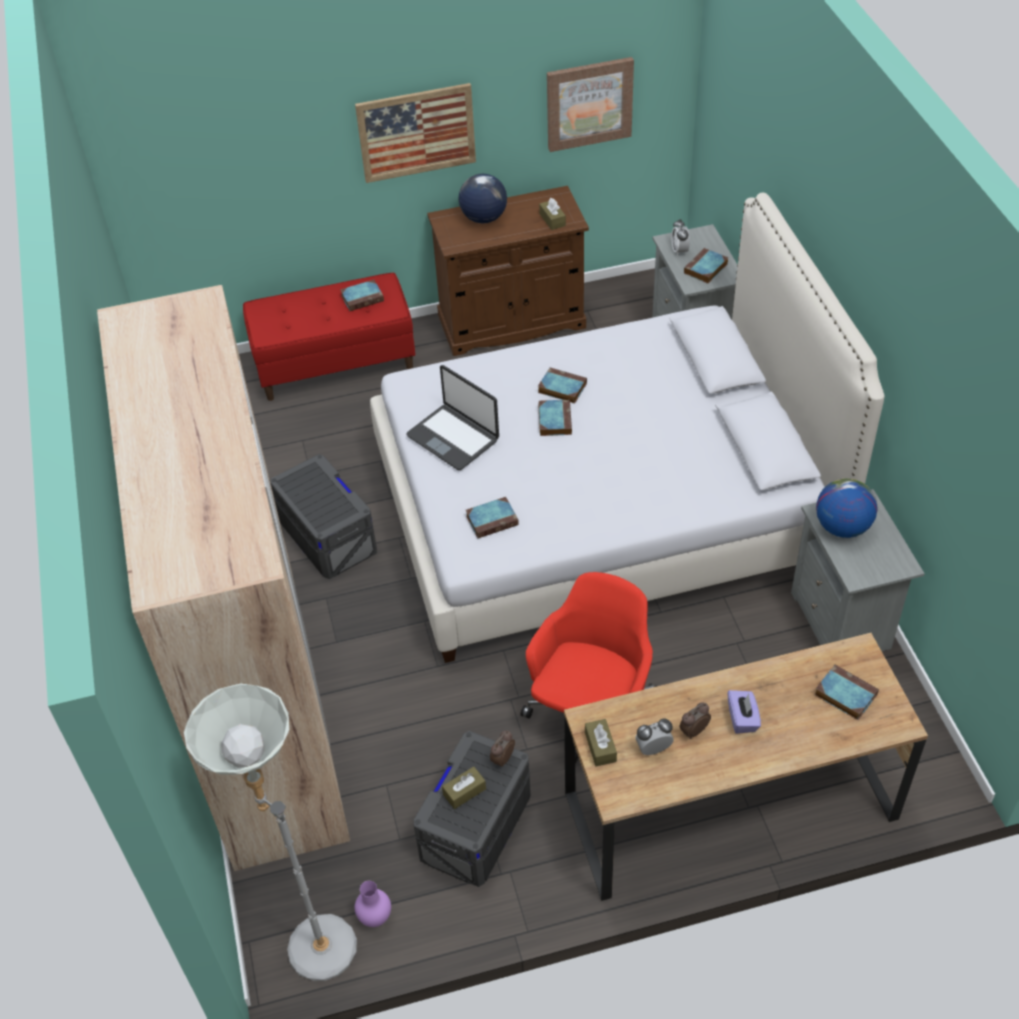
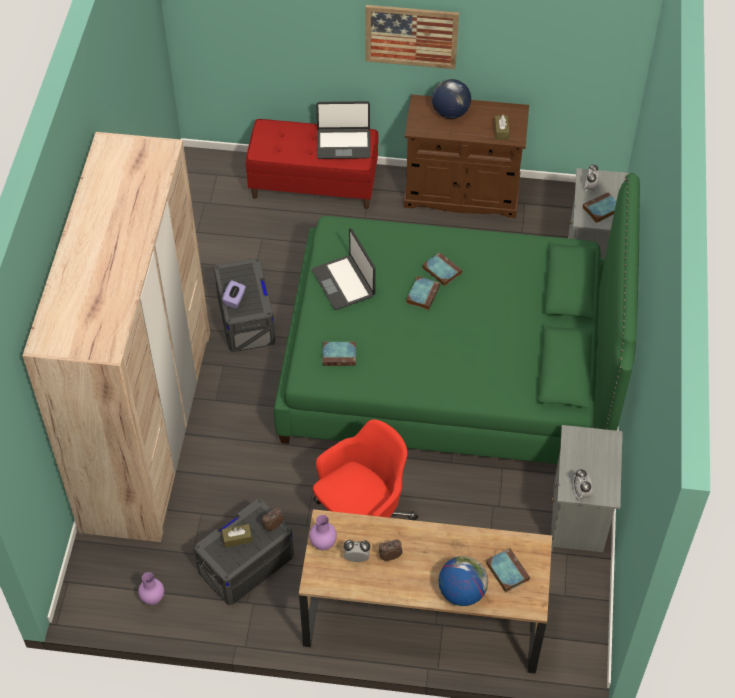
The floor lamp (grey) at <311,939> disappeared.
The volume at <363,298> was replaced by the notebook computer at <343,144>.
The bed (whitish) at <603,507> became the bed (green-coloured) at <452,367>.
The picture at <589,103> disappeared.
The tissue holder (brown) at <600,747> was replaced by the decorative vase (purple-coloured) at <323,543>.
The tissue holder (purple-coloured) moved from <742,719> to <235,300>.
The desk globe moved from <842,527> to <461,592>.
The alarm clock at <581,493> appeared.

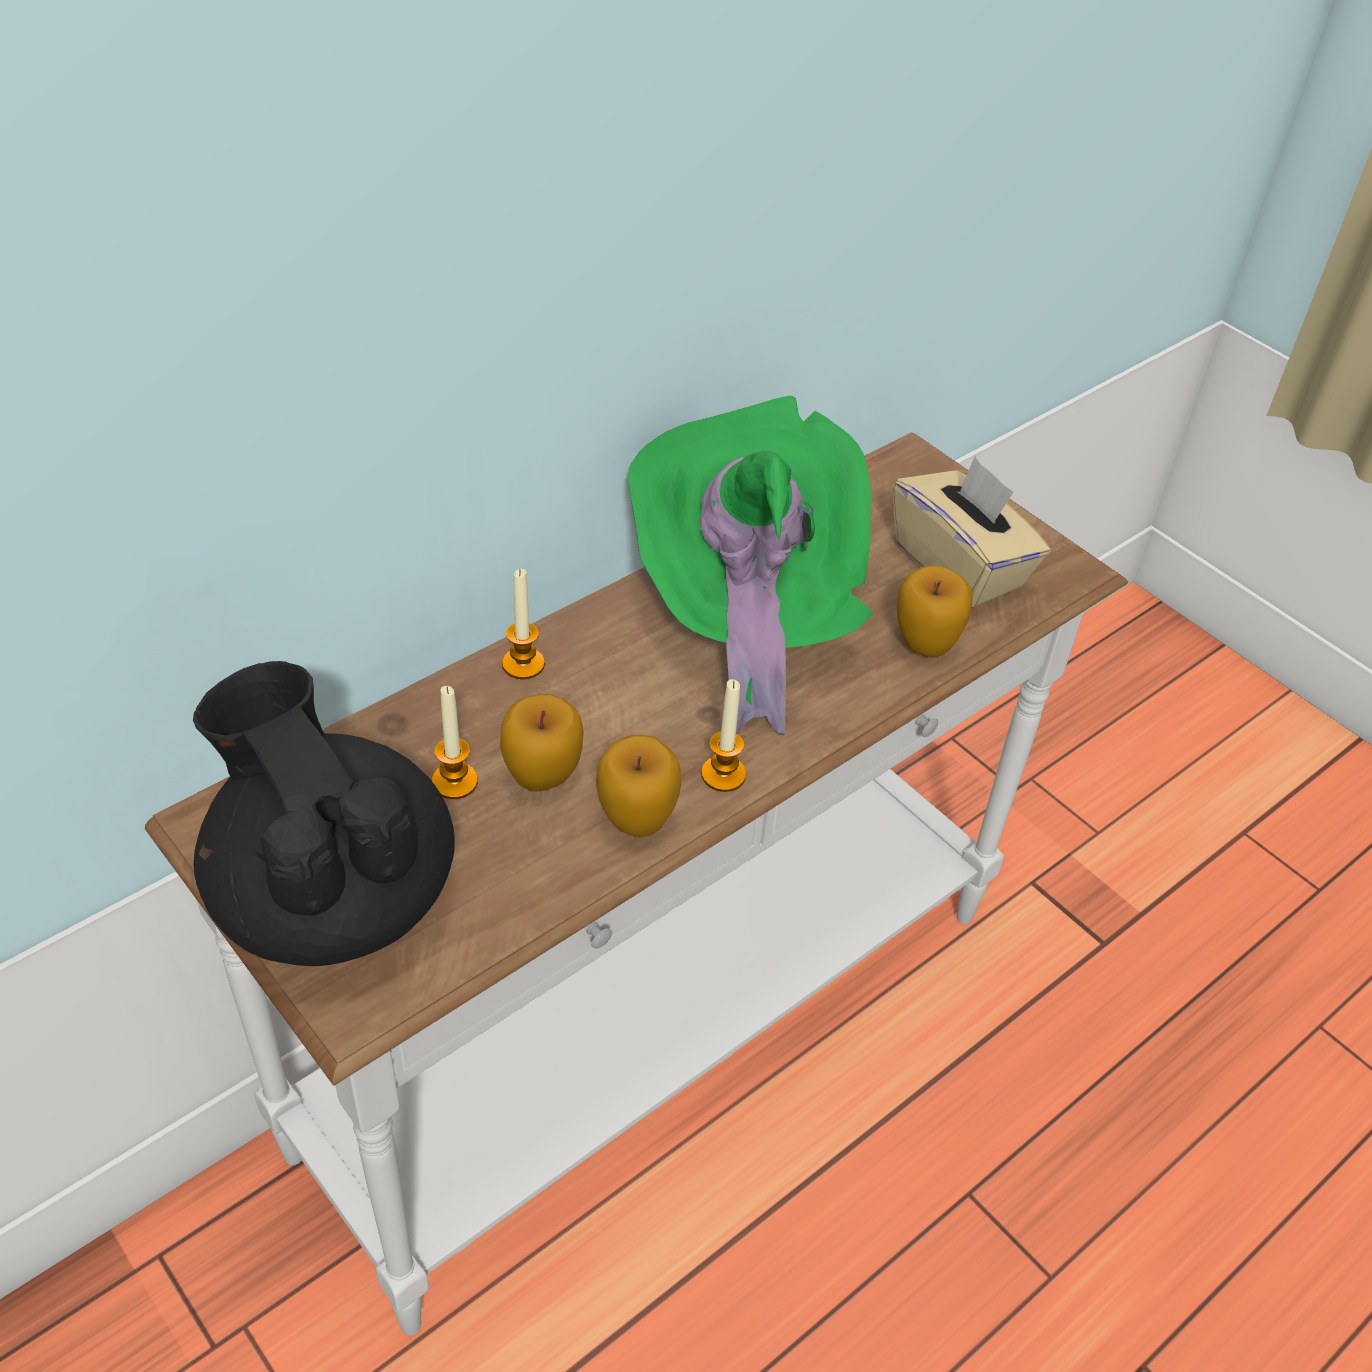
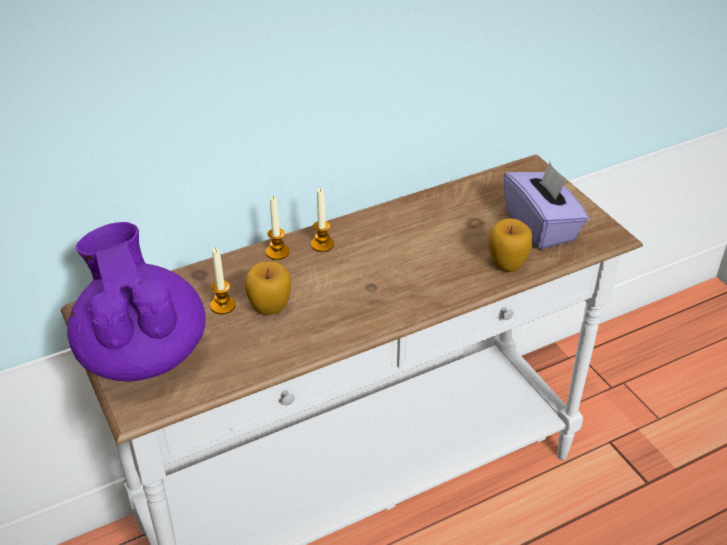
The tea pot (black) at <332,895> became the tea pot (purple-coloured) at <142,353>.
The apple at <636,819> disappeared.
The wearable hat (green-coloured) at <747,610> disappeared.
The candle moved from <723,774> to <322,244>.
The tissue holder (beige) at <960,566> became the tissue holder (purple-coloured) at <541,226>.

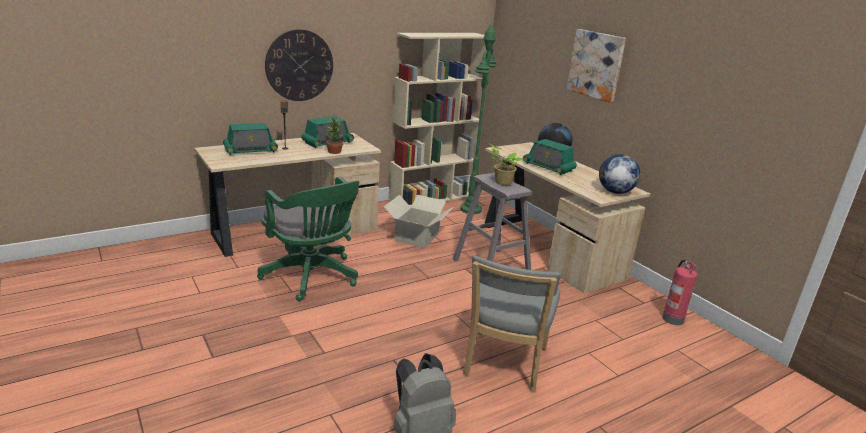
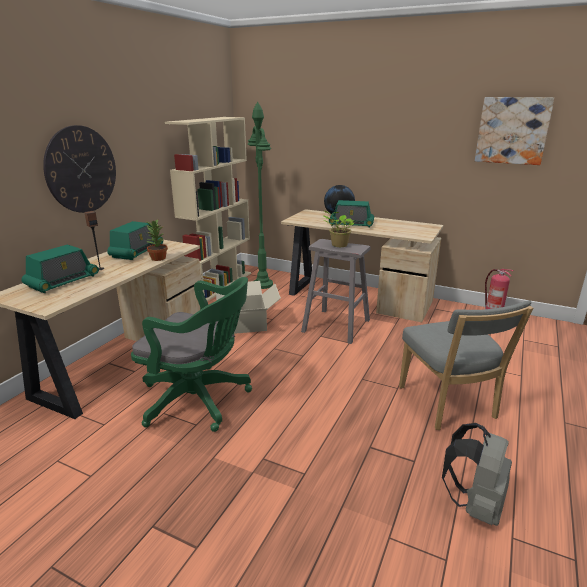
The picture moved from <596,65> to <512,130>.
The desk globe at <615,192> disappeared.

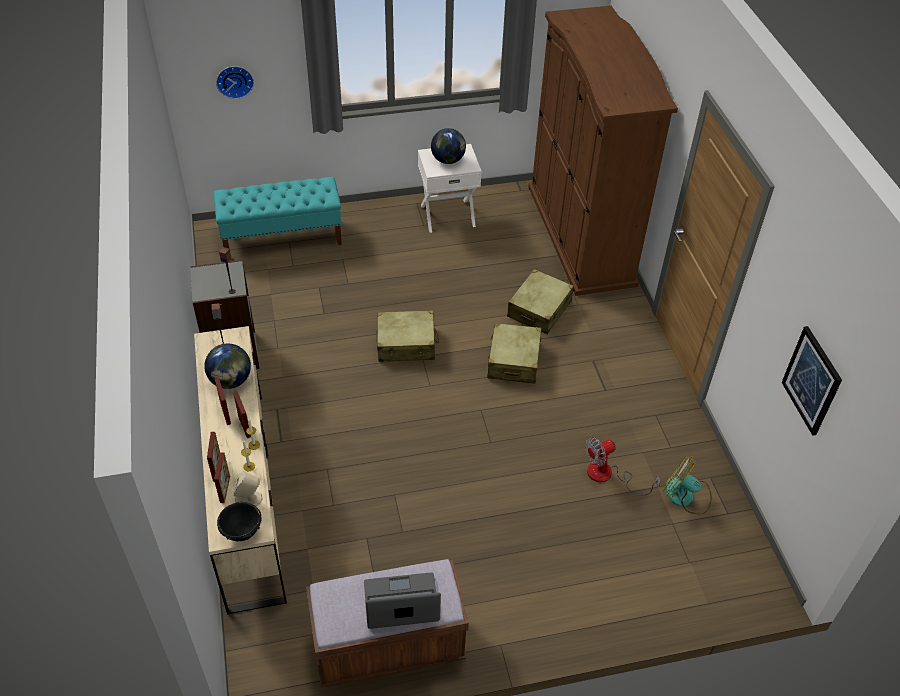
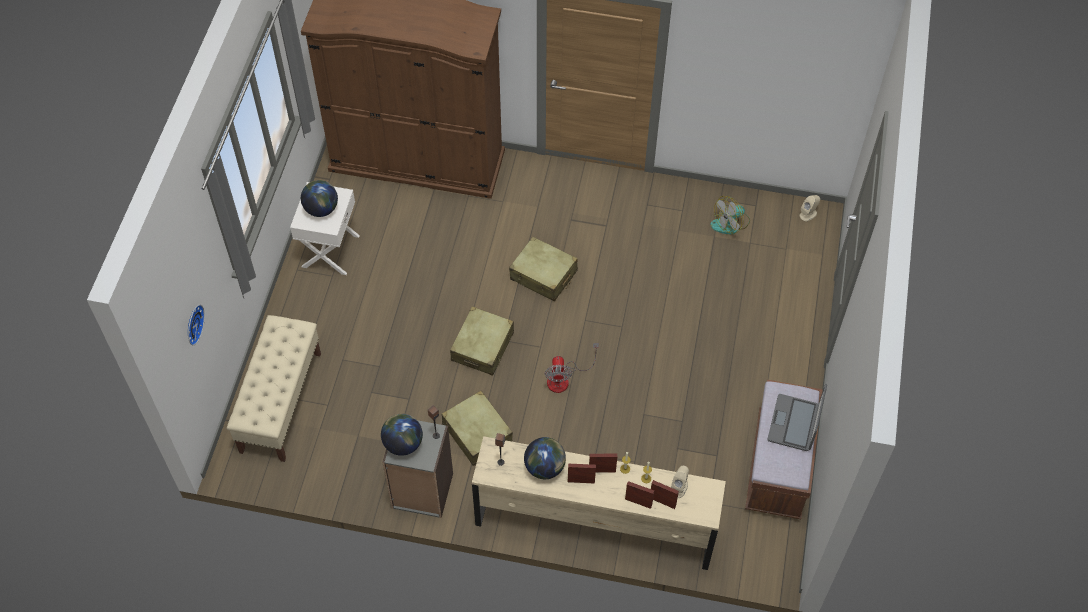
The indoor bench (turquoise-coloured) at <282,238> became the indoor bench (beige) at <281,402>.
The deep dish (black) at <241,532> disappeared.
The travel case (beige) moved from <539,309> to <477,433>.
The cooling fan moved from <608,476> to <564,378>.
The picture at <812,380> disappeared.
The desk globe at <403,443> appeared.
The loudspeaker (beige) at <808,214> appeared.

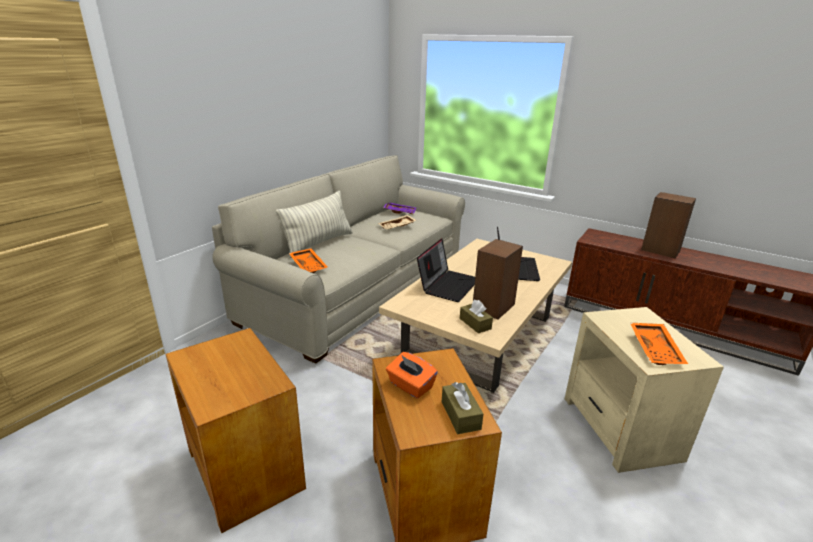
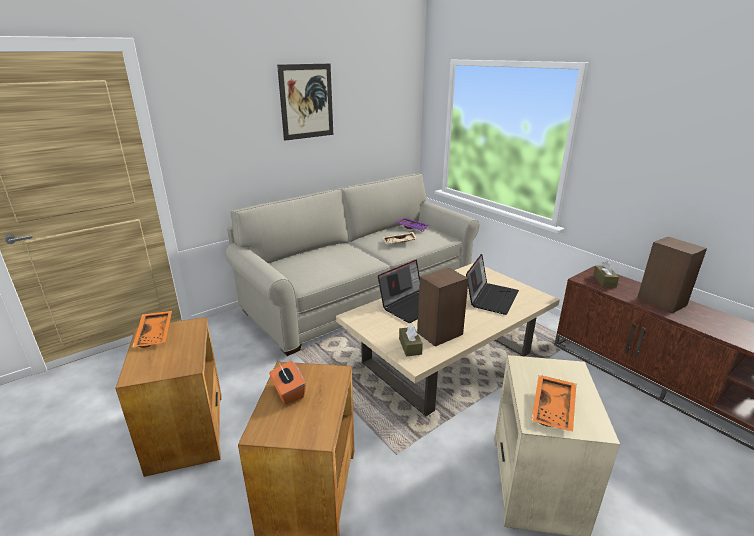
The throw pillow at <318,243> disappeared.
The carrying tray (orangey) moved from <309,265> to <156,334>.
The tissue holder (brown) moved from <460,415> to <604,281>.
The picture at <306,101> appeared.

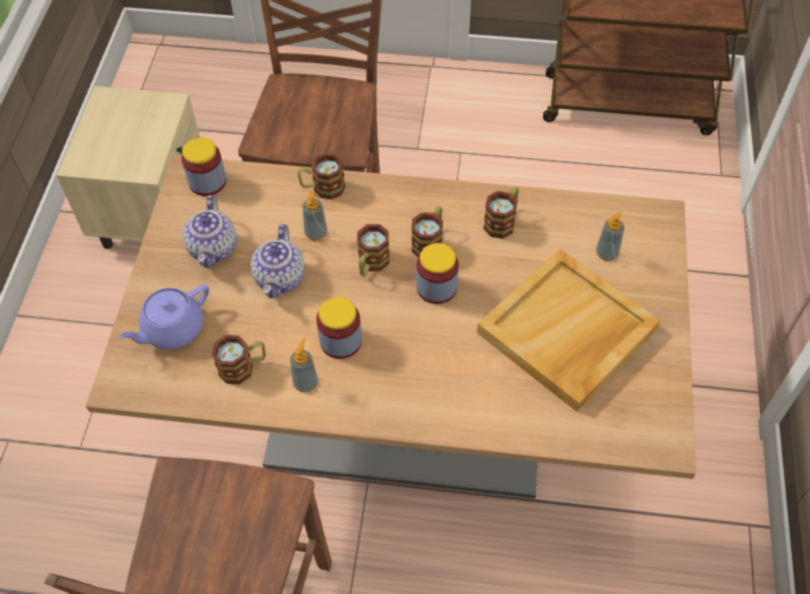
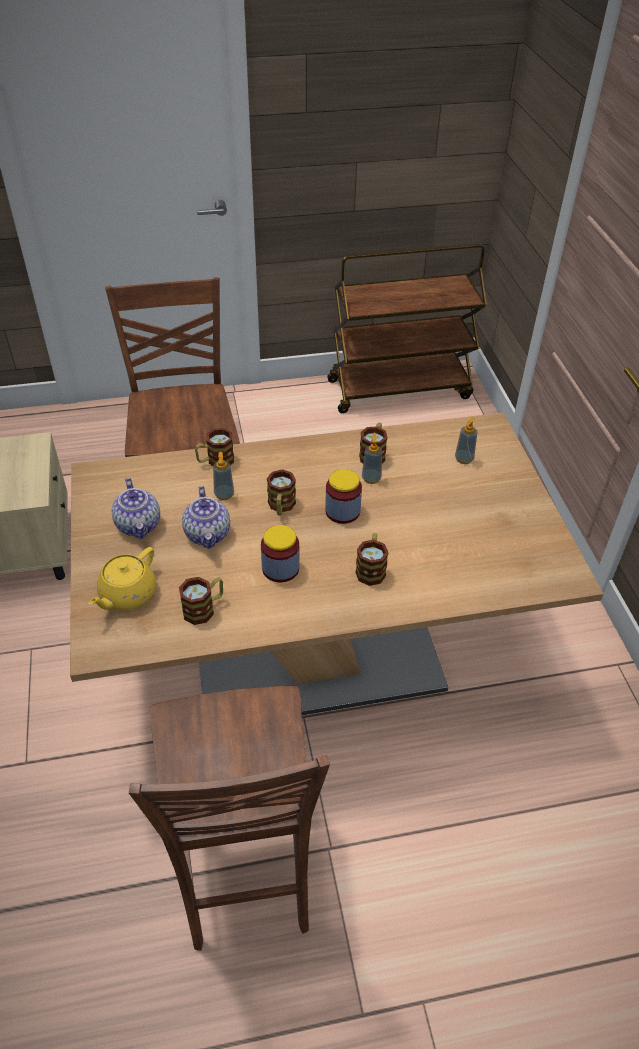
The tea pot (purple-coloured) at <172,329> became the tea pot (yellowish) at <127,594>.
The jar at <207,182> disappeared.
The liquid soap bottle moved from <305,383> to <371,478>.
The coffee mug moved from <430,242> to <371,568>.
The carrying tray (beige) at <566,333> disappeared.

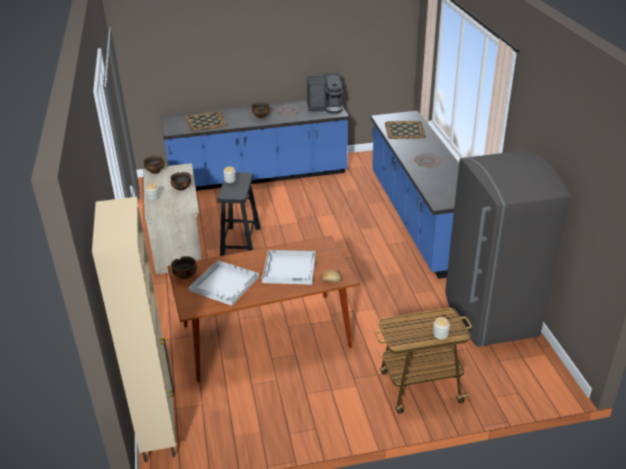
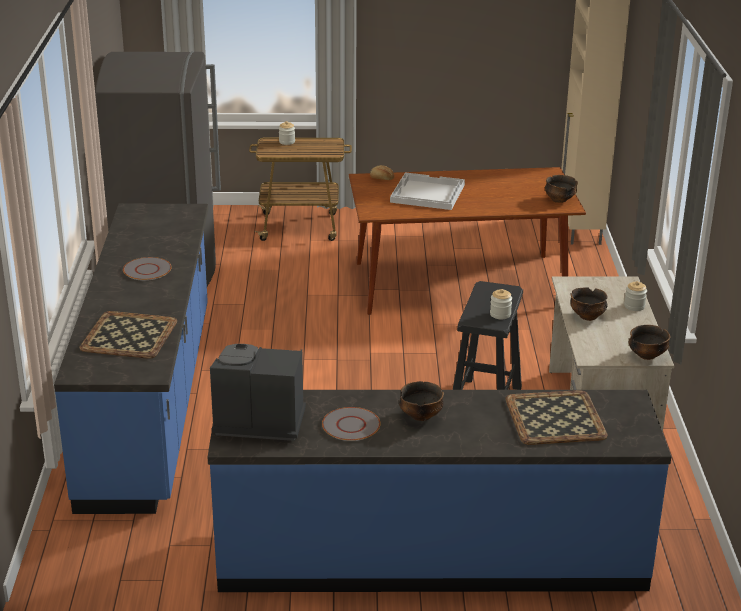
The carrying tray (whitish) at <225,283> disappeared.

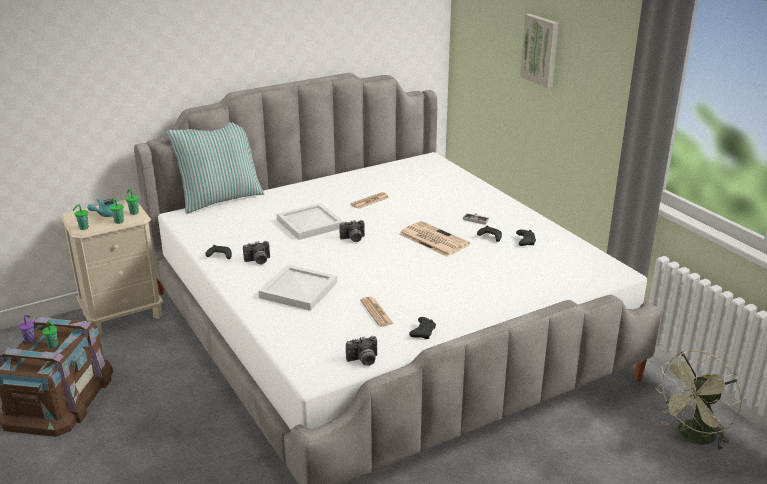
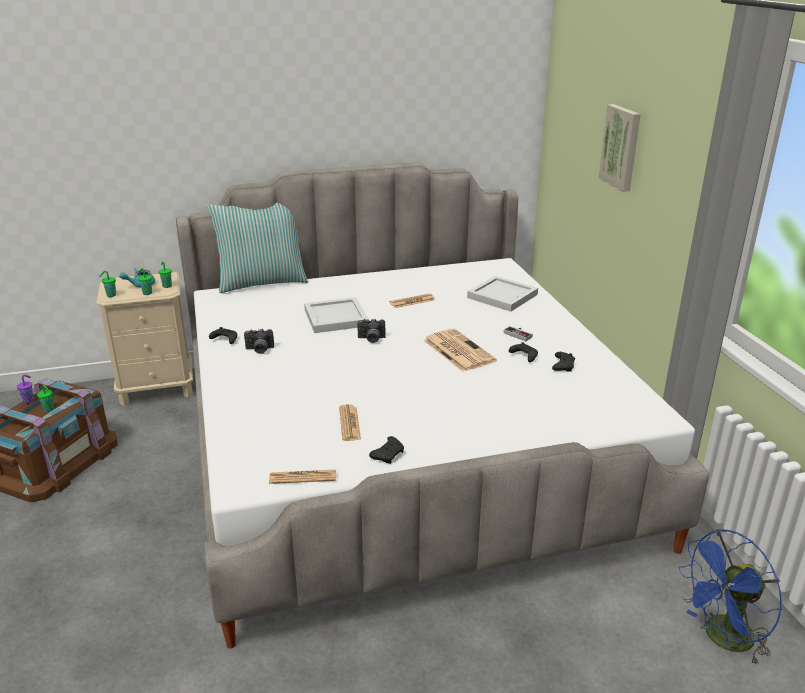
The carrying tray (whitish) moved from <299,291> to <502,296>.
The photo camera at <363,360> was replaced by the newspaper at <303,477>.
The cooling fan (green-coloured) at <692,438> became the cooling fan (blue) at <722,639>.

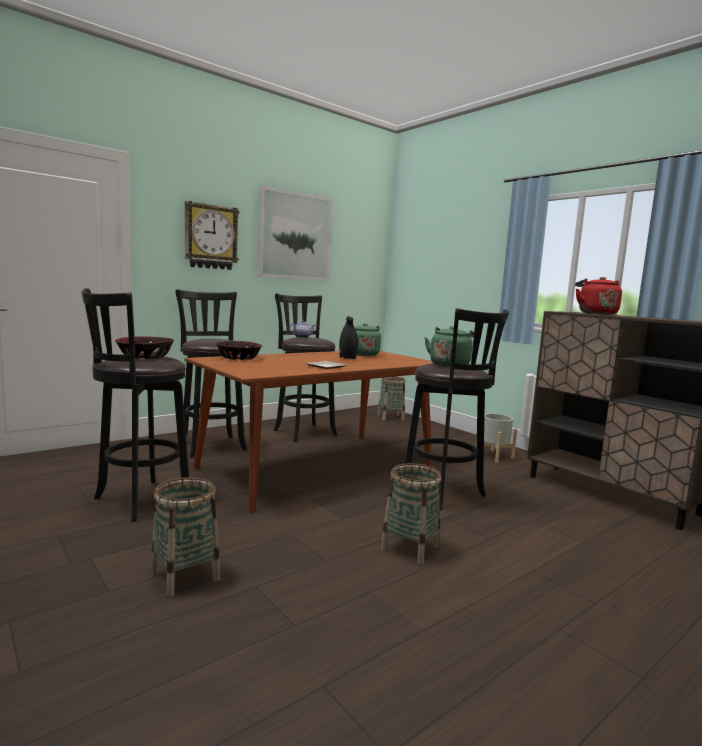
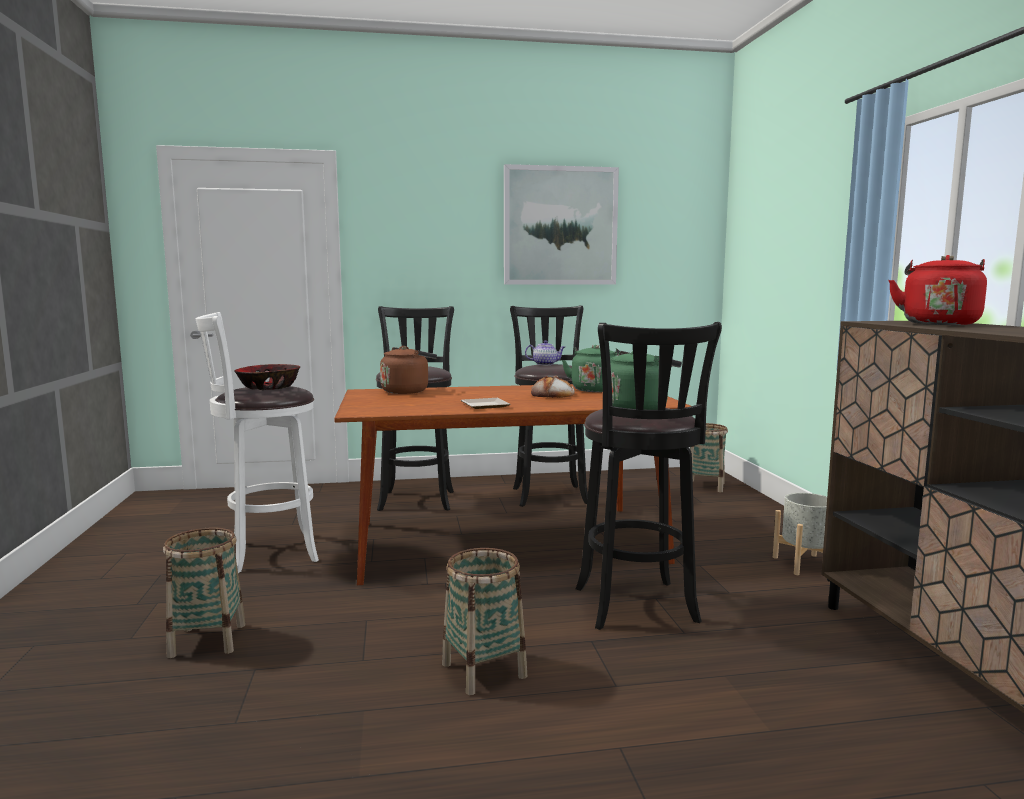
The stool seat (black) at <139,501> became the stool seat (whitish) at <267,552>.
The hanging clock at <210,237> disappeared.
The deep dish at <239,358> was replaced by the kettle (brown) at <407,391>.
The decorative vase (black) at <347,358> was replaced by the baked bread at <553,395>.

